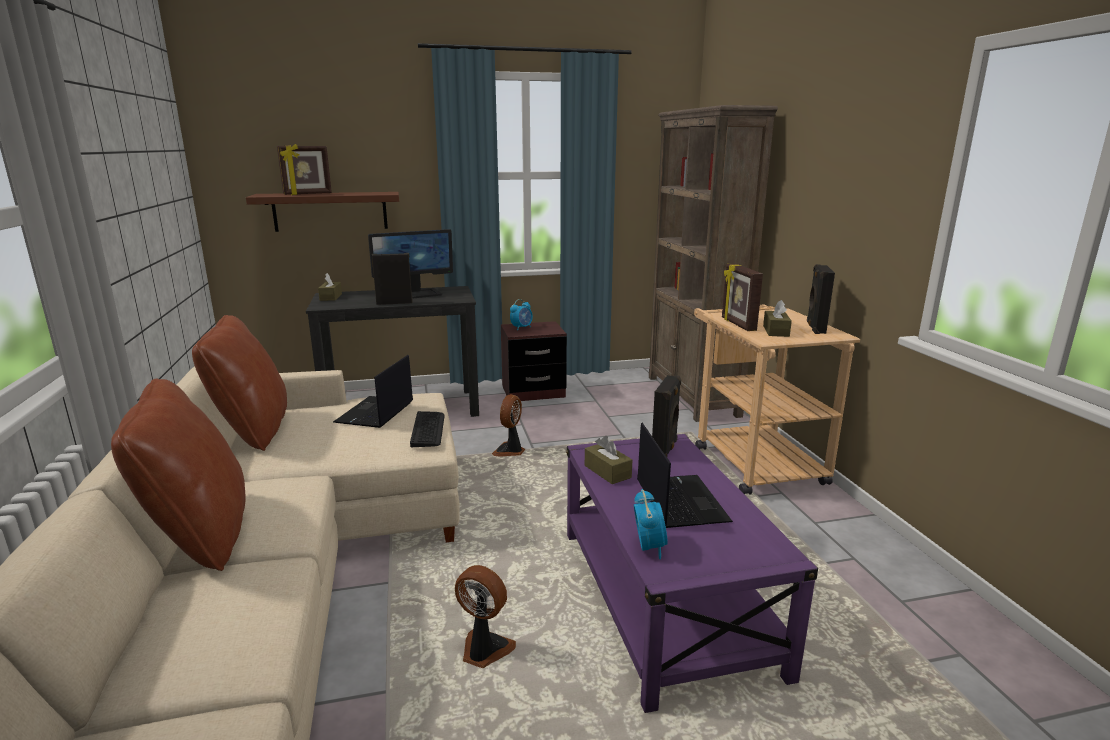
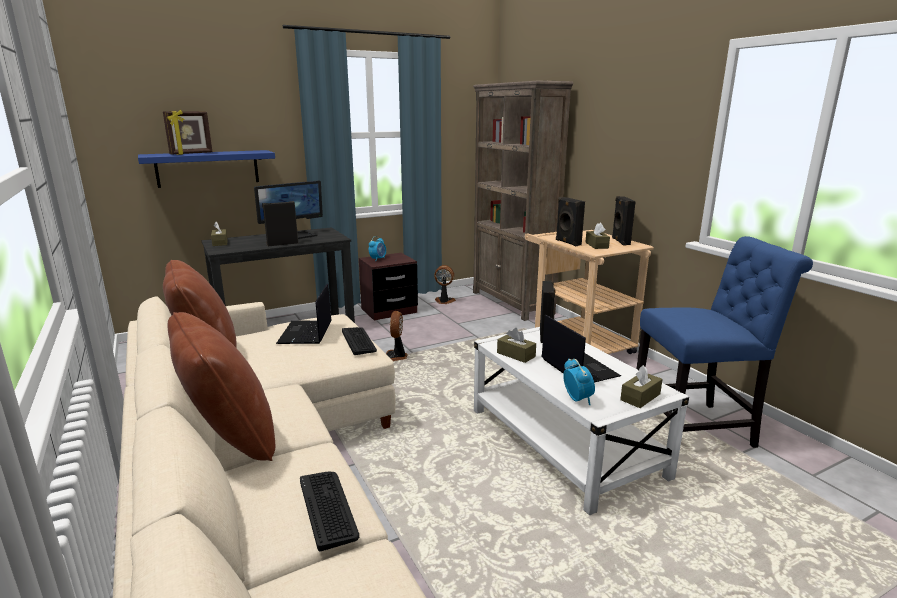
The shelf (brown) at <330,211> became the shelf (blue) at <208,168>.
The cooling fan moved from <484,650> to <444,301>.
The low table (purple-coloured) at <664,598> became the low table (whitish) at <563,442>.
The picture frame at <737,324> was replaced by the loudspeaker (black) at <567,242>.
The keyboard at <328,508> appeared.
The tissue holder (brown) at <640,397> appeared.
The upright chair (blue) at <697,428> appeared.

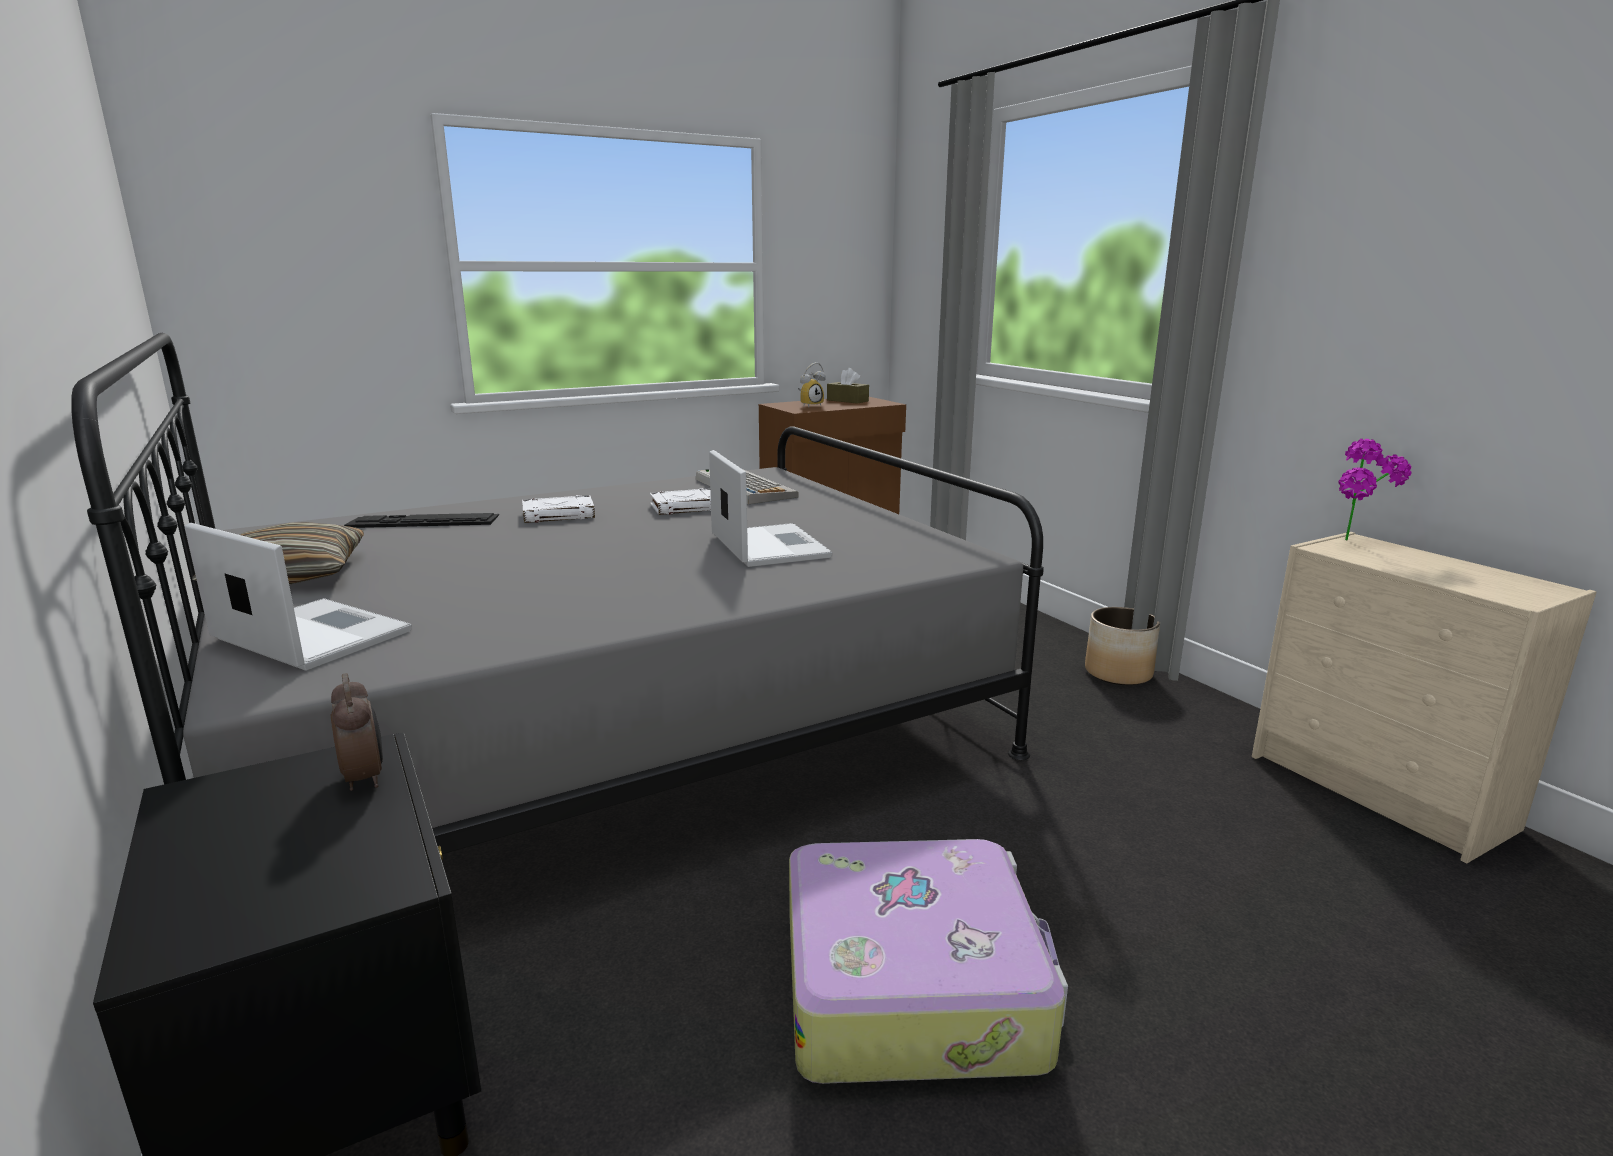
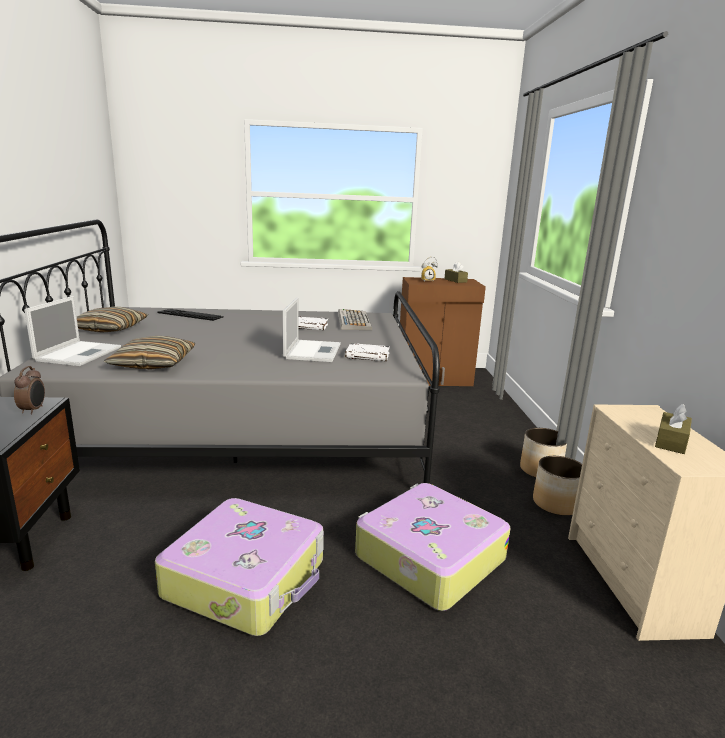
The notebook computer at <309,635> turned 45 degrees clockwise.
The volume (whitish) moved from <559,515> to <368,356>.
The potted plant at <1357,543> disappeared.
The throw pillow at <153,363> appeared.
The travel case at <428,557> appeared.
The planter at <556,504> appeared.
The tissue holder (brown) at <671,441> appeared.

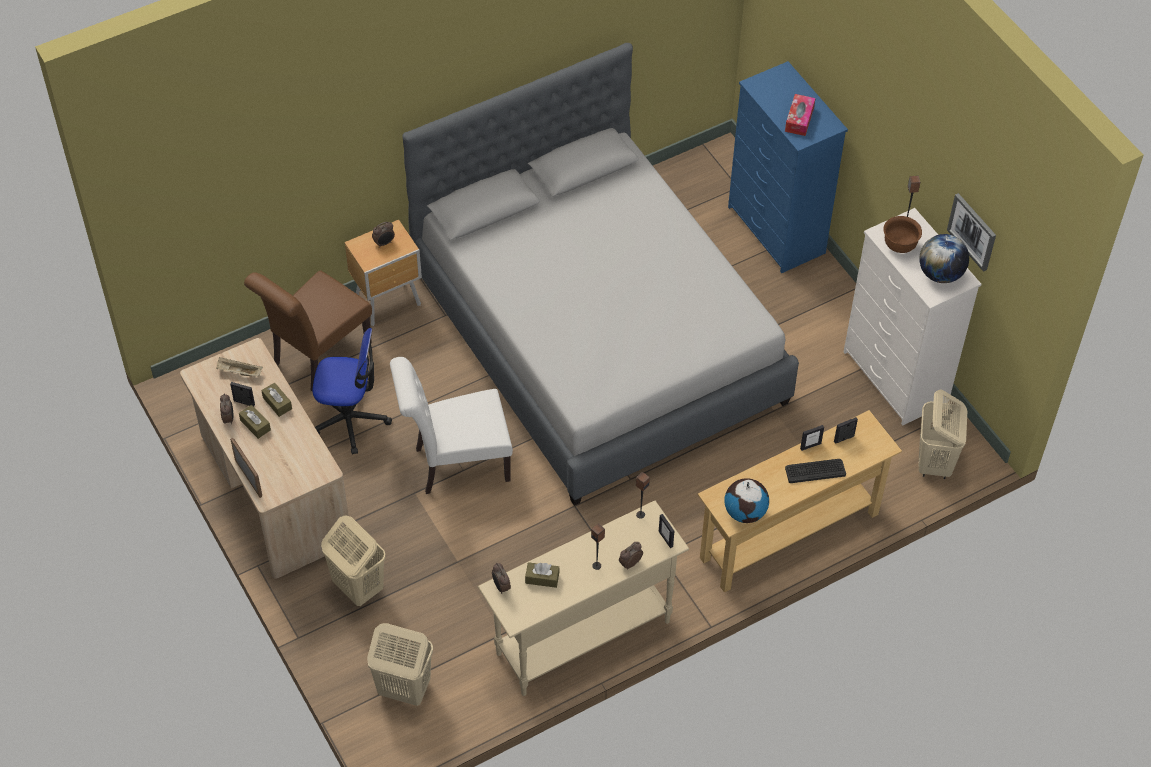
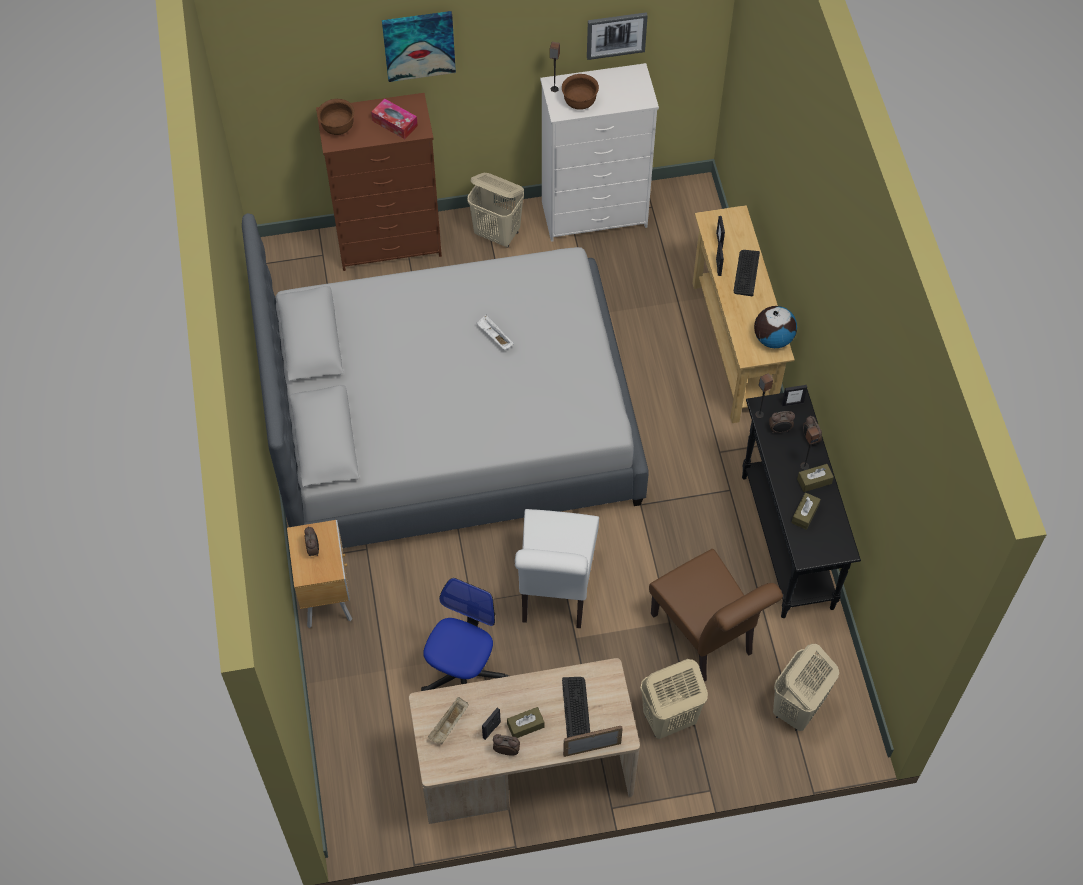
The upright chair (brown) moved from <317,357> to <706,638>.
The tissue holder (brown) moved from <277,403> to <814,481>.
The narrow table (beige) at <582,637> became the narrow table (black) at <786,542>.
The alarm clock moved from <501,587> to <780,430>.
The dresser (blue) at <776,231> became the dresser (brown) at <390,243>.
The washing basket (beige) moved from <934,463> to <497,234>.
The desk globe at <940,274> disappeared.
The deep dish (brown) at <338,128> appeared.
The picture at <419,45> appeared.
The carrying tray (whitish) at <494,337> appeared.
The keyboard at <576,707> appeared.

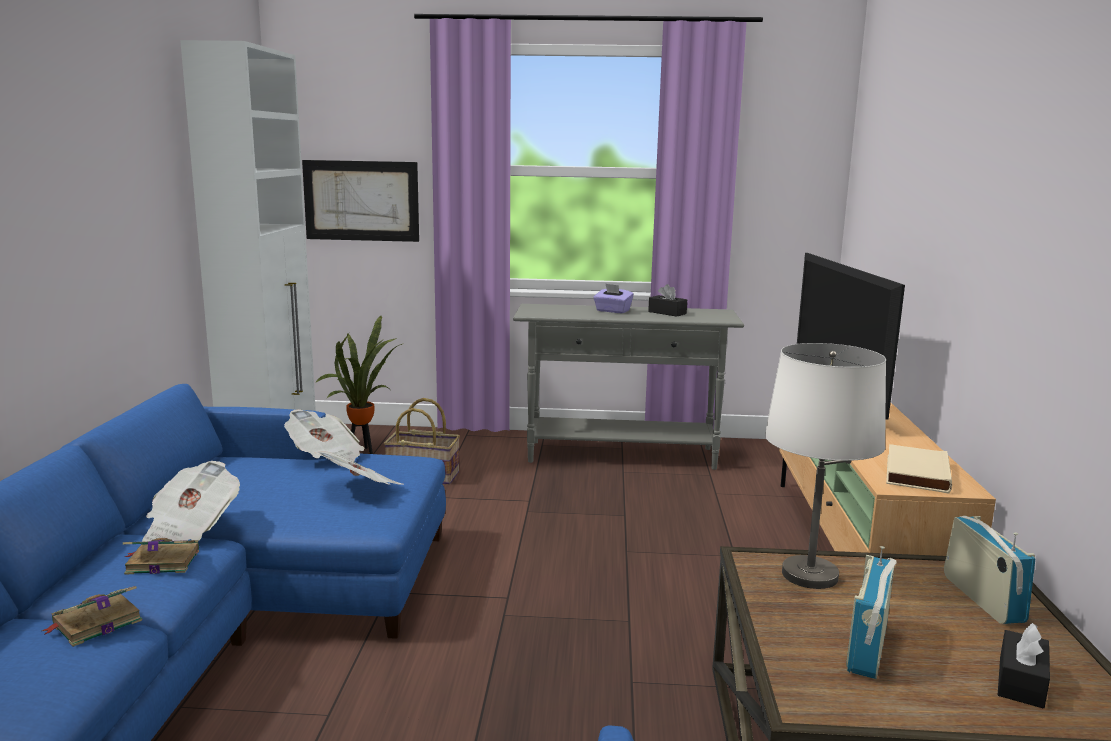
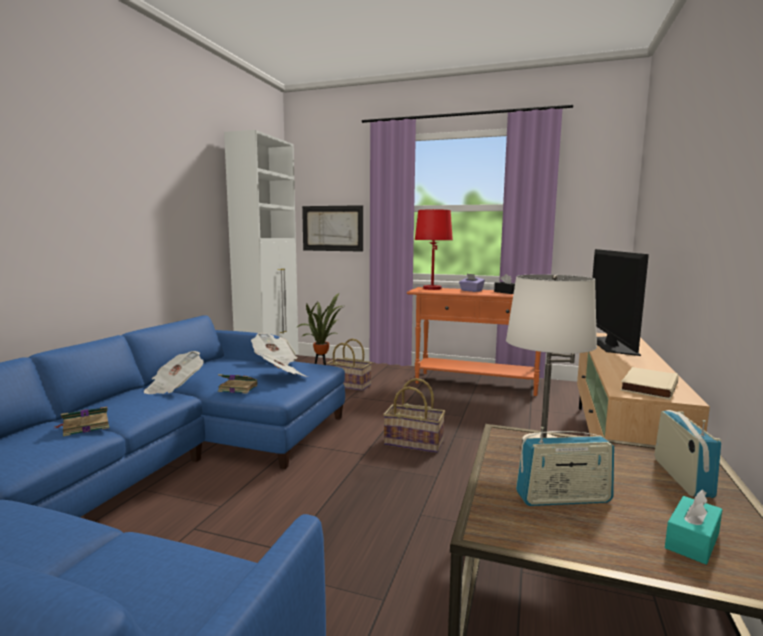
The volume moved from <161,562> to <237,388>.
The narrow table (grey) at <622,455> became the narrow table (orangey) at <476,384>.
The radio receiver at <867,648> turned 135 degrees counterclockwise.
The tissue holder (black) at <1021,682> became the tissue holder (turquoise-coloured) at <692,541>.
The household basket at <414,443> appeared.
The lamp for a table (red) at <432,288> appeared.

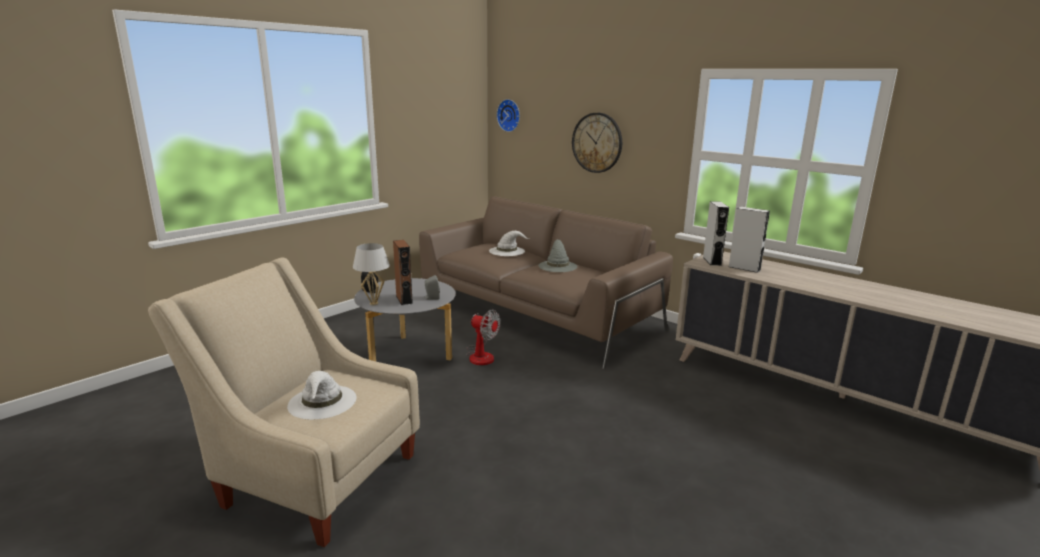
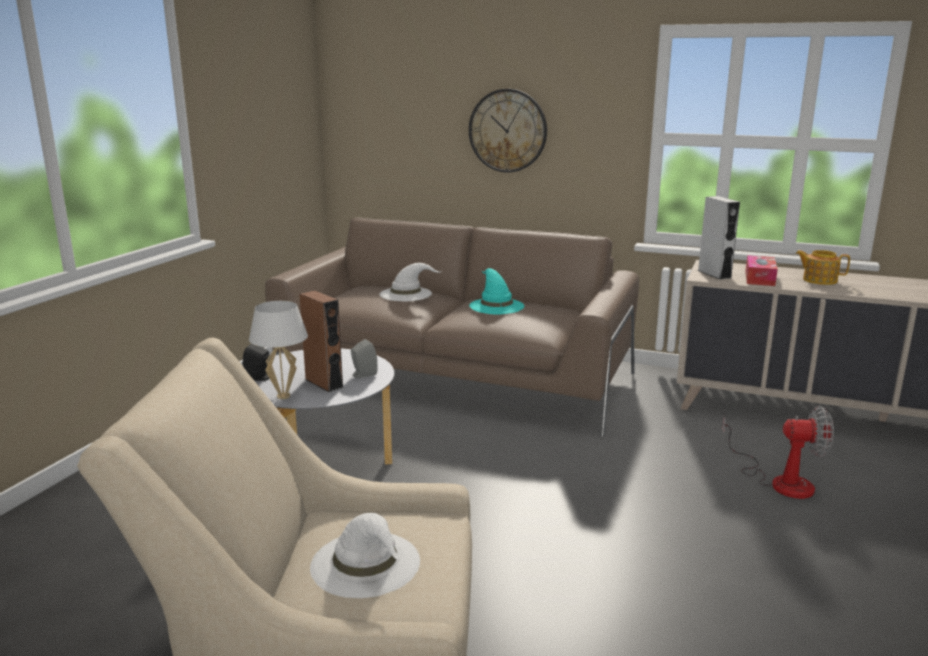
The cooling fan moved from <480,355> to <780,481>.
The hanging clock at <509,115> disappeared.
The wearable hat (grey) at <557,266> became the wearable hat (turquoise-coloured) at <496,305>.
The loudspeaker (grey) at <744,268> was replaced by the tissue holder at <759,278>.
The tea pot at <819,280> appeared.

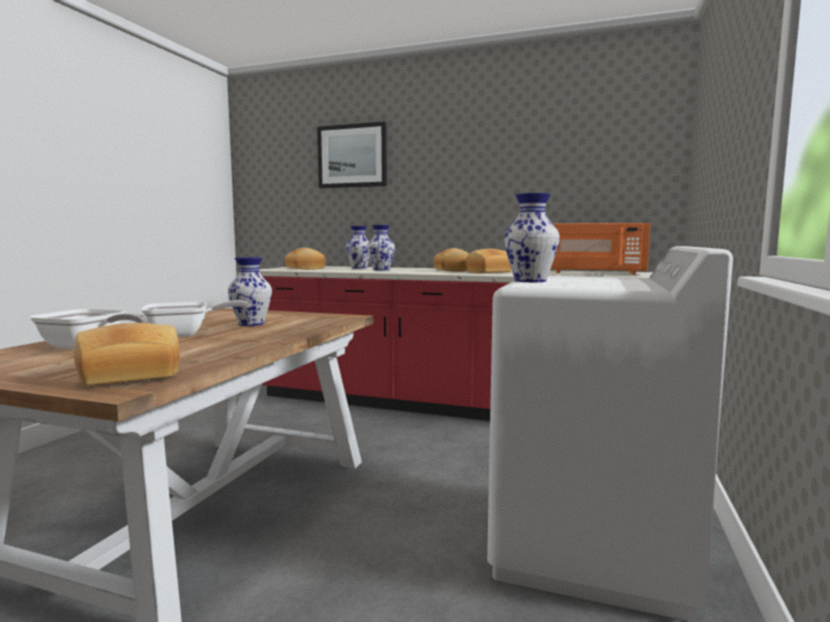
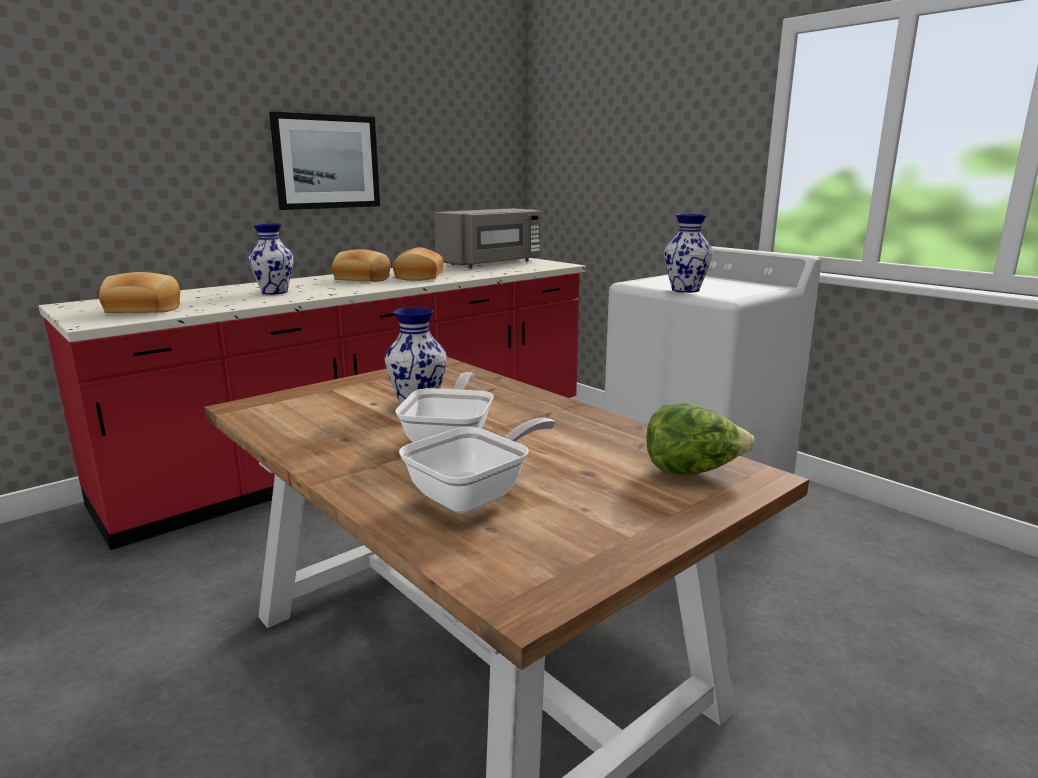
The baked bread at <131,375> was replaced by the lettuce head at <692,472>.
The picture moved from <352,156> to <327,162>.
The decorative vase at <359,268> disappeared.
The kitchen microwave (orangey) at <593,273> became the kitchen microwave (grey) at <492,263>.

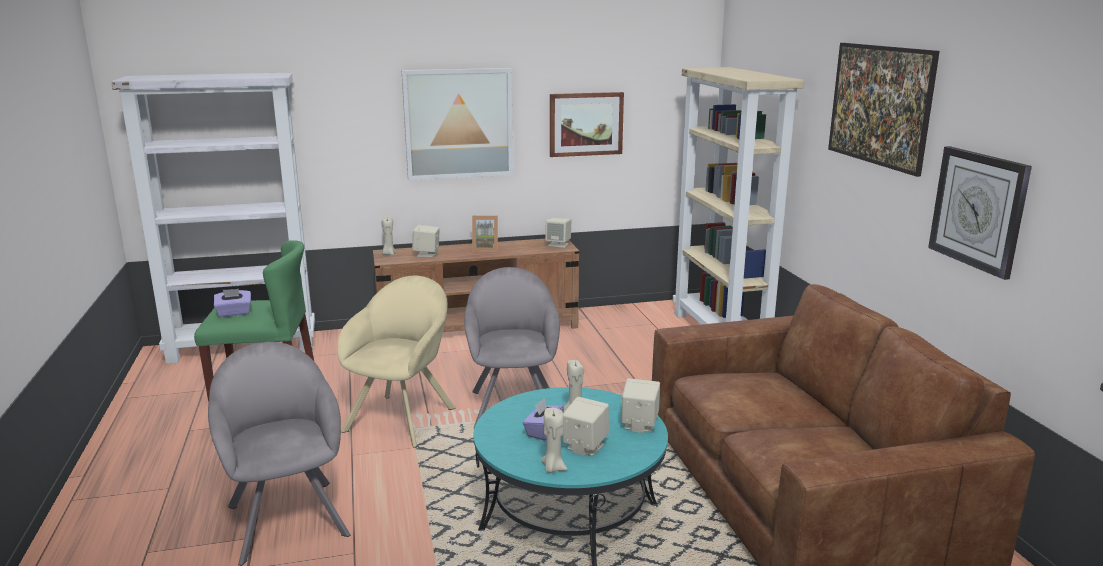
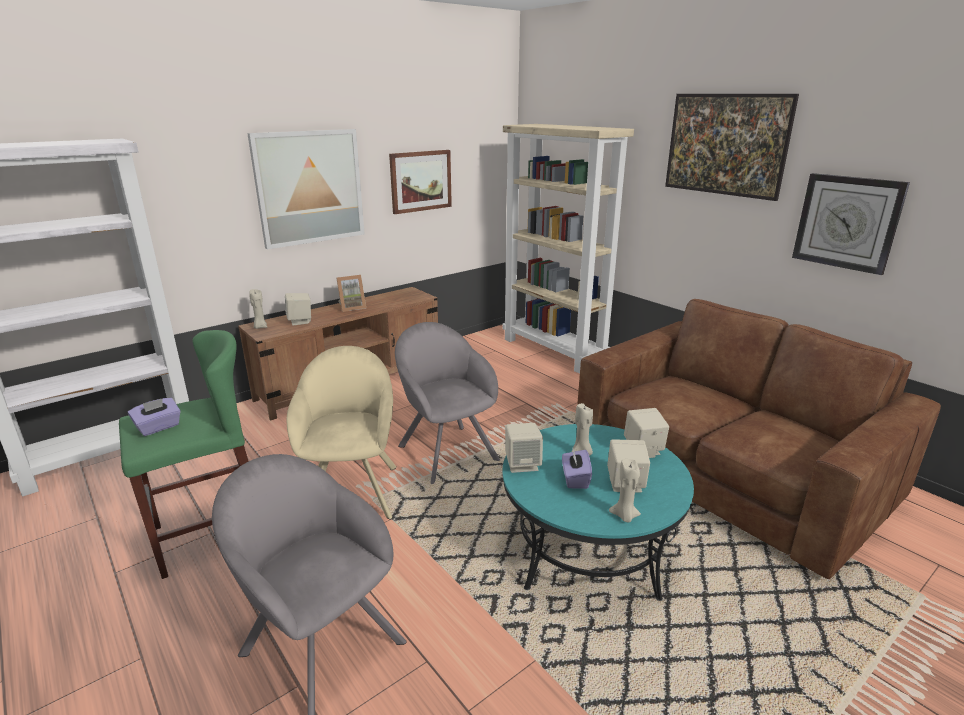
The loudspeaker (beige) moved from <558,244> to <522,464>.

